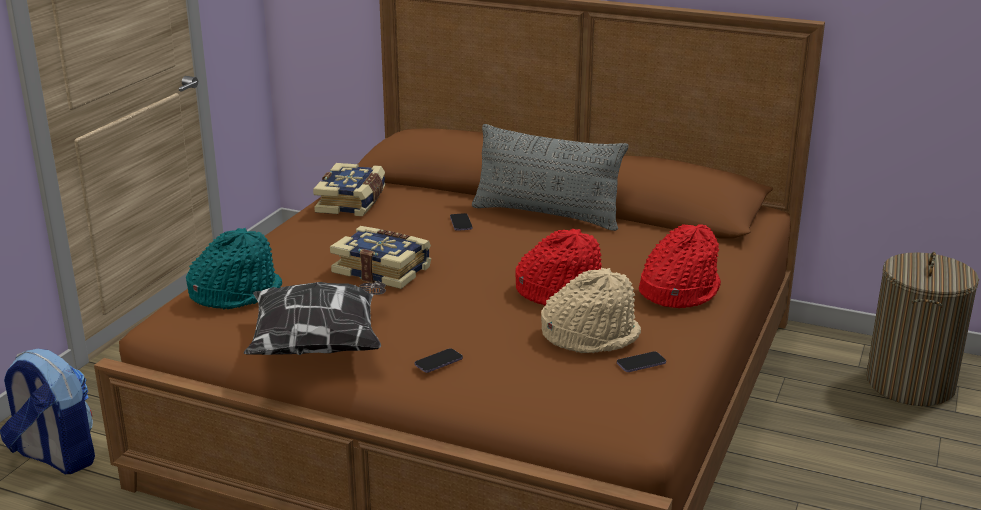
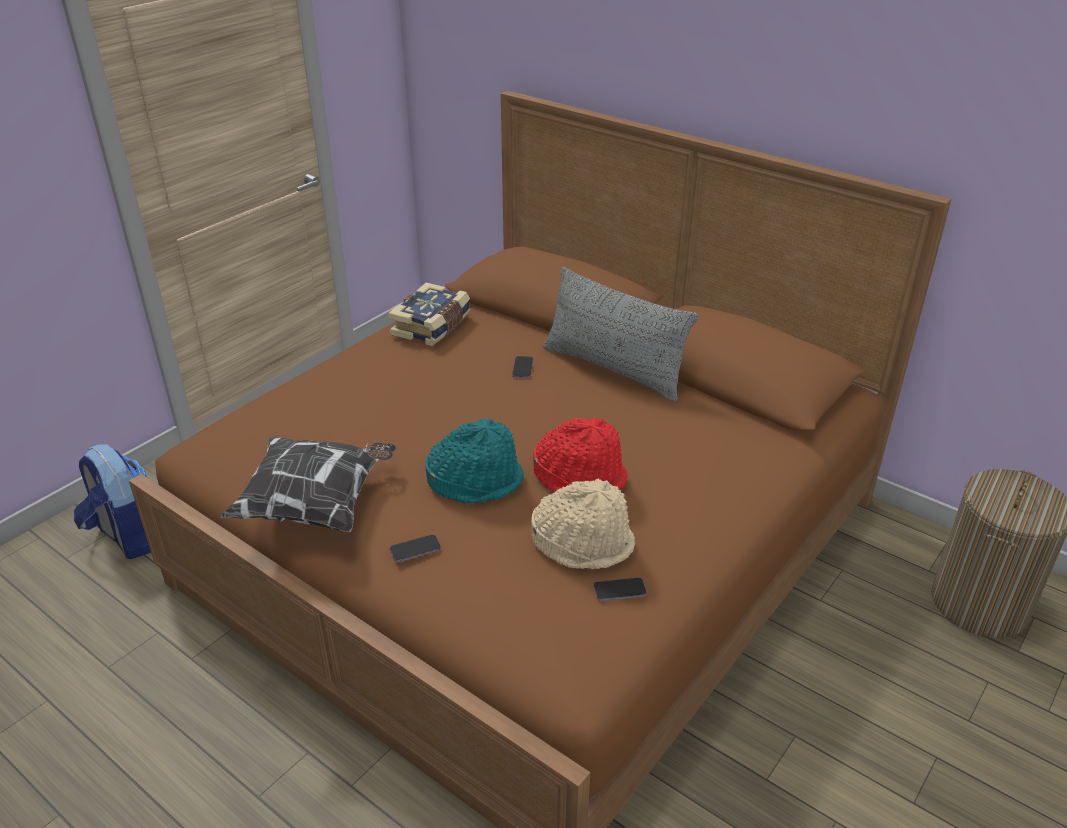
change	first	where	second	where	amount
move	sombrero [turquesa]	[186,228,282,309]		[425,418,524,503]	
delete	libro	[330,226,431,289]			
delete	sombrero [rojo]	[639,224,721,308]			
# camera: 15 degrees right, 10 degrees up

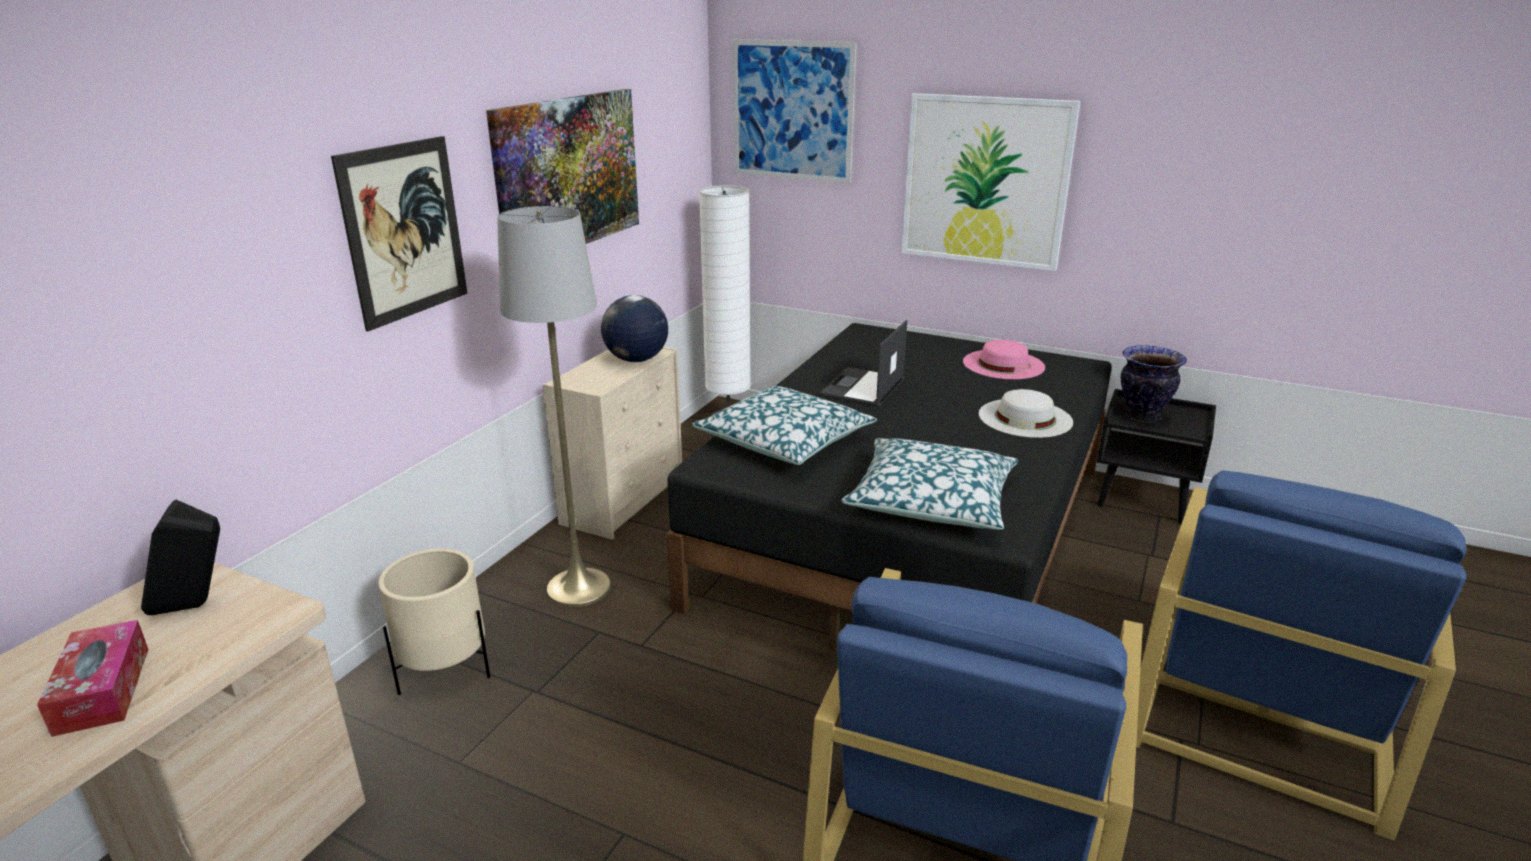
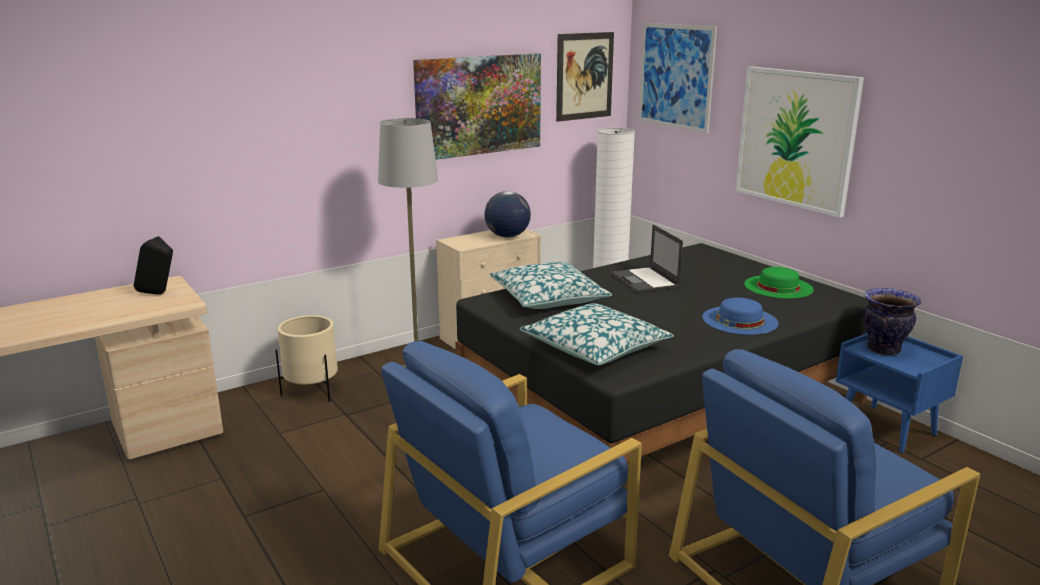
change	first	where	second	where	amount
move	cuadro	[331,136,468,331]		[556,32,614,122]	
rotate	portátil	[819,320,907,407]		[610,225,683,293]	75 degrees counterclockwise
recolor	sombrero [blanco]	[979,389,1073,438]	sombrero [azul]	[702,298,779,335]	
recolor	sombrero [rosa]	[963,340,1045,379]	sombrero [verde]	[744,267,814,299]	
recolor	mesita de noche [negro]	[1097,389,1216,524]	mesita de noche [azul]	[835,333,963,453]	
delete	caja de pañuelos	[37,620,149,737]			
# camera: 30 degrees right, 5 degrees down

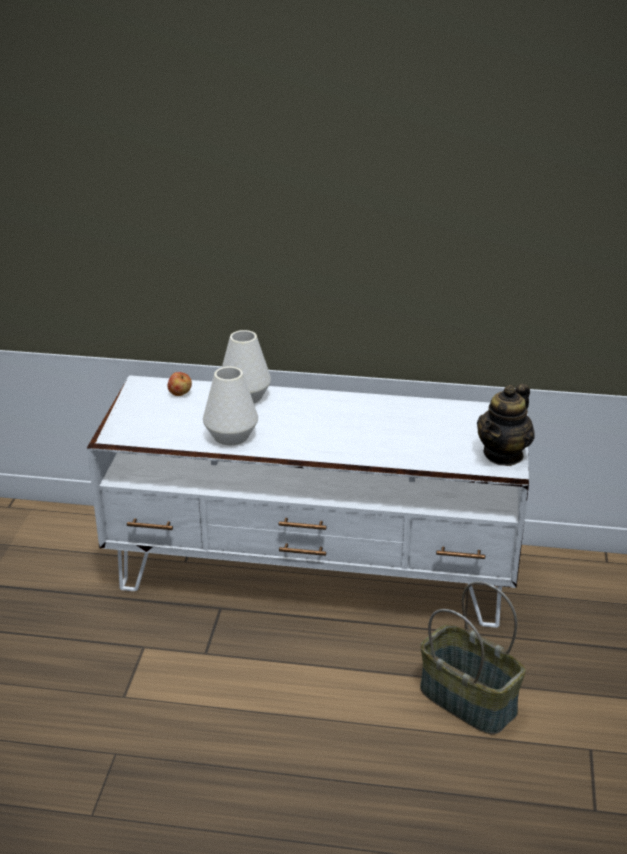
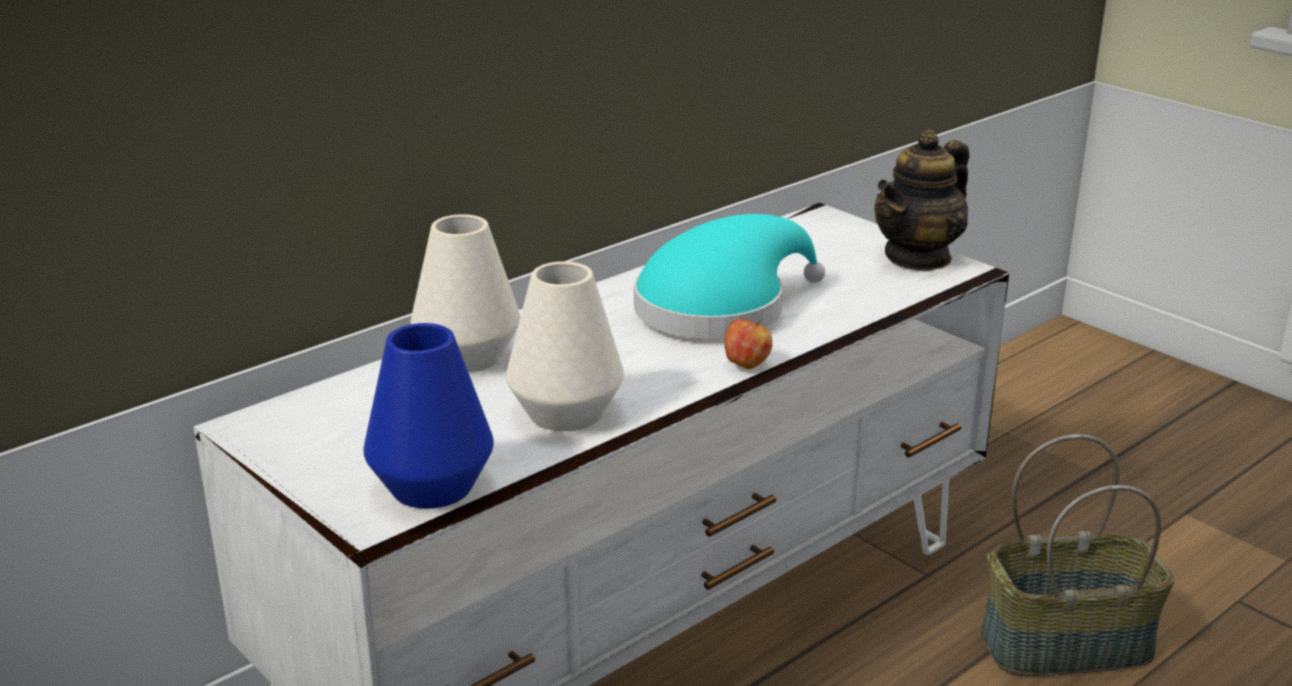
change	first	where	second	where	amount
insert			florero [azul]	[363,323,494,509]	
insert			sombrero [turquesa]	[634,214,825,339]	
move	manzana	[167,372,192,396]		[724,319,773,369]	
rotate	tetera	[477,384,535,466]		[874,129,969,272]	60 degrees clockwise
# camera: 50 degrees left, 5 degrees down

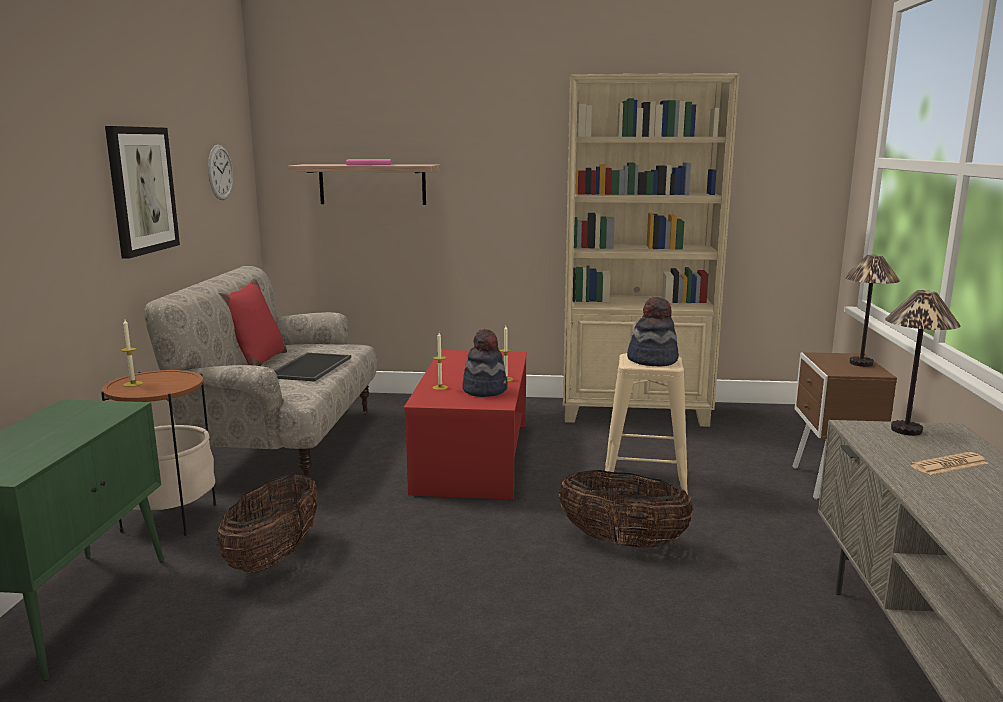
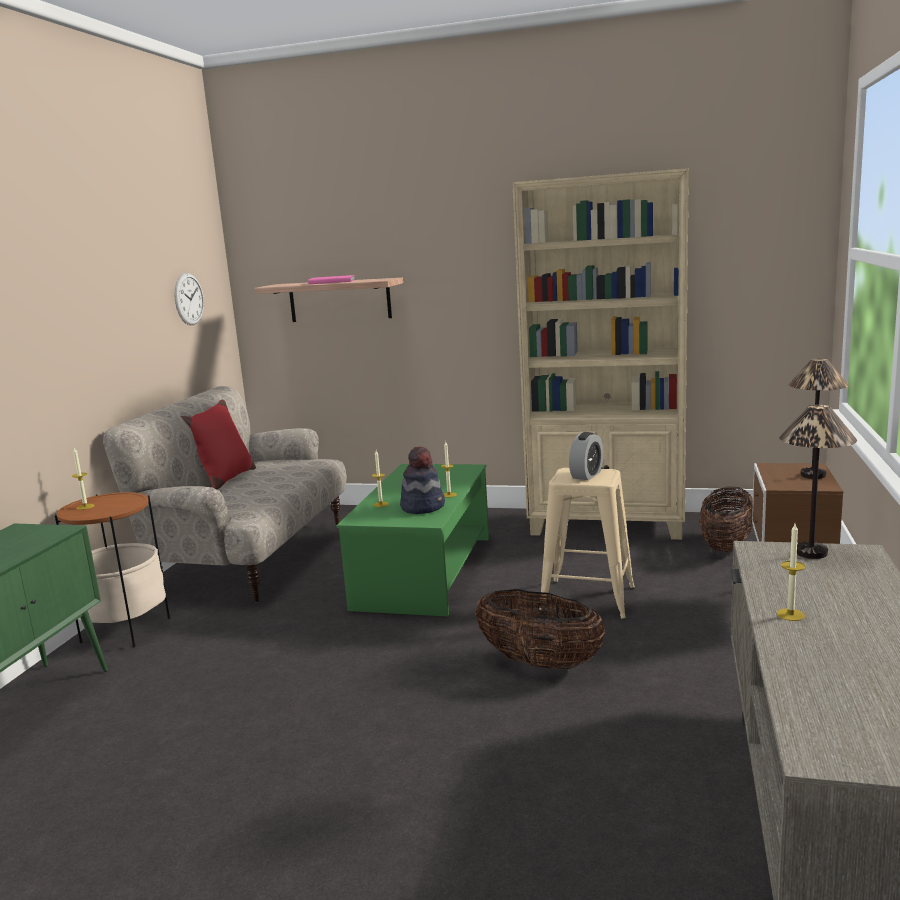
change	first	where	second	where	amount
recolor	mesa de centro [rojo]	[404,350,527,500]	mesa de centro [verde]	[337,464,489,616]	
replace	sombrero	[627,297,679,367]	despertador	[569,432,603,480]	
move	cesta	[217,474,318,573]		[699,487,753,552]	
insert			vela	[777,524,805,621]	
delete	cuadro	[105,126,180,259]			
delete	bandeja	[274,352,351,382]			
delete	periódico	[910,452,988,475]			
# camera: 10 degrees right, 0 degrees up

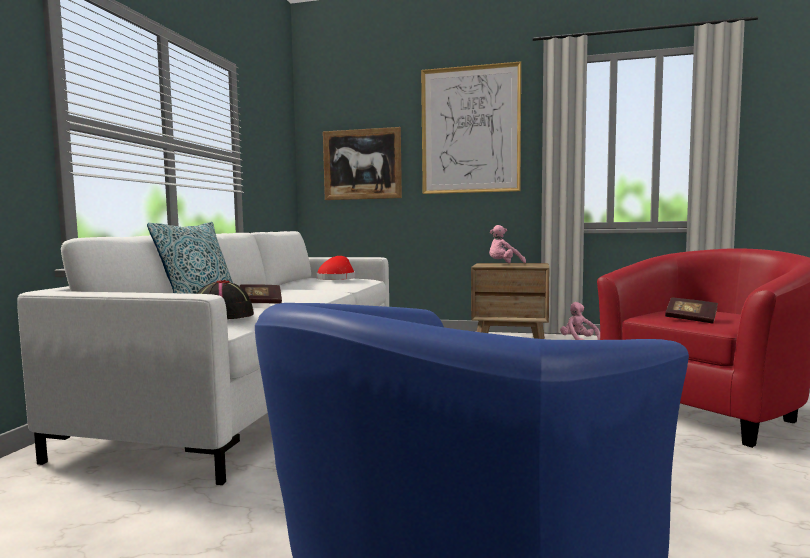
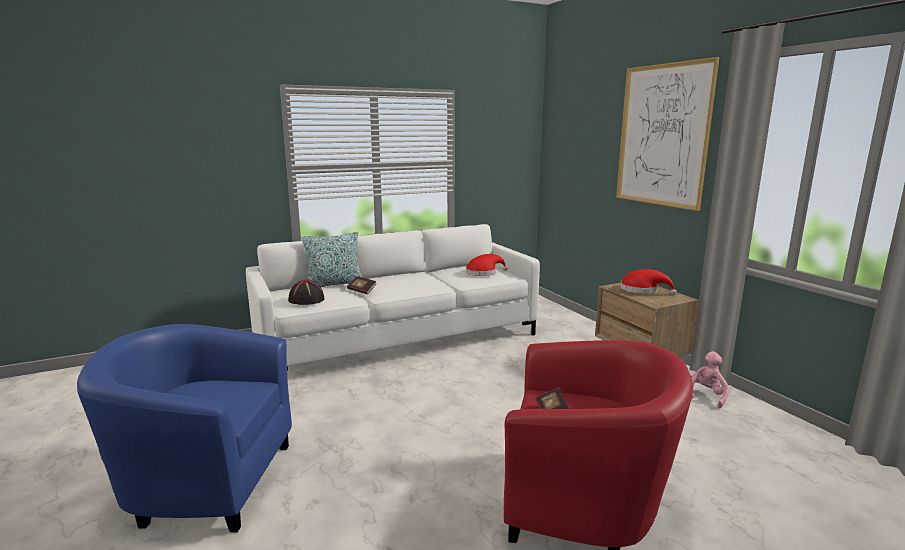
change	first	where	second	where	amount
replace	peluche [rosa]	[489,225,526,263]	sombrero [rojo]	[620,269,677,295]	
delete	cuadro	[323,127,402,200]			
# camera: 50 degrees right, 10 degrees up

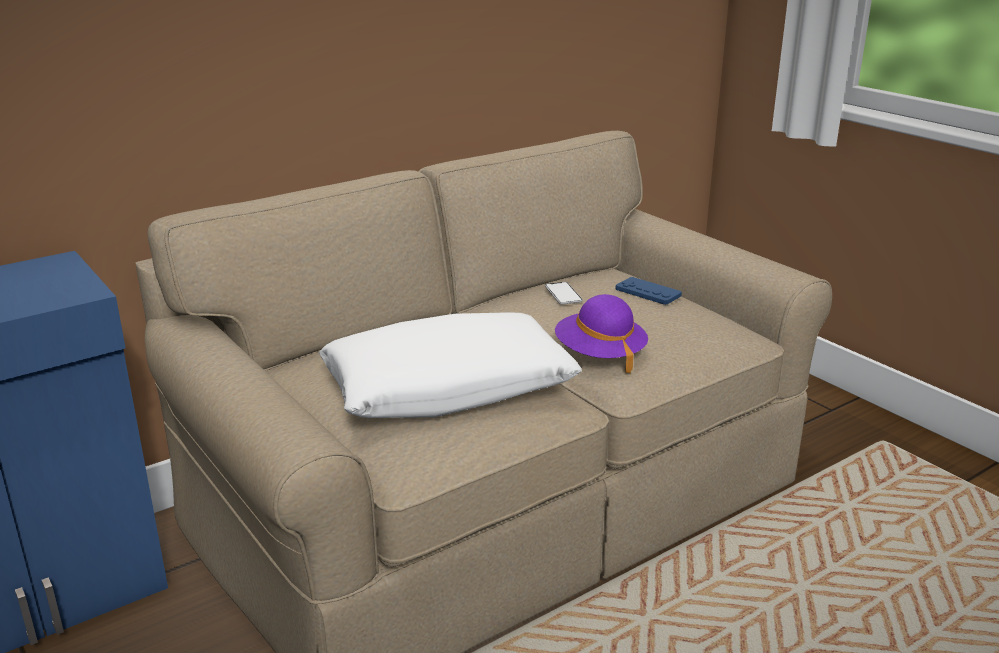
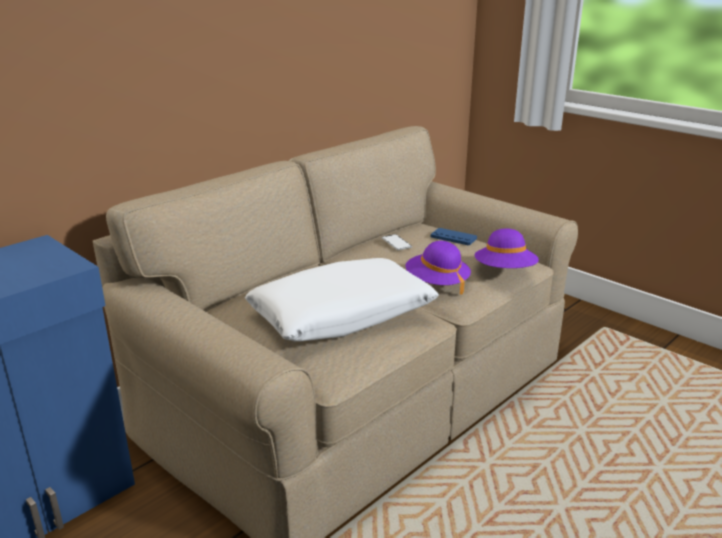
change	first	where	second	where	amount
insert			sombrero [morado]	[475,228,539,268]	
# camera: 10 degrees left, 0 degrees up

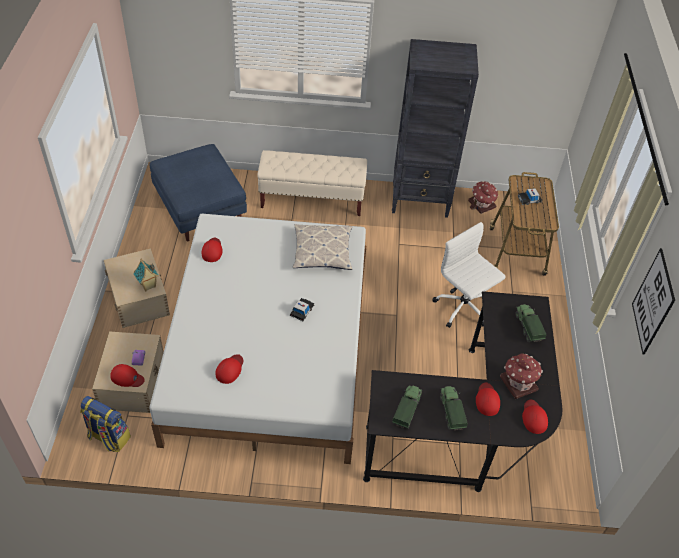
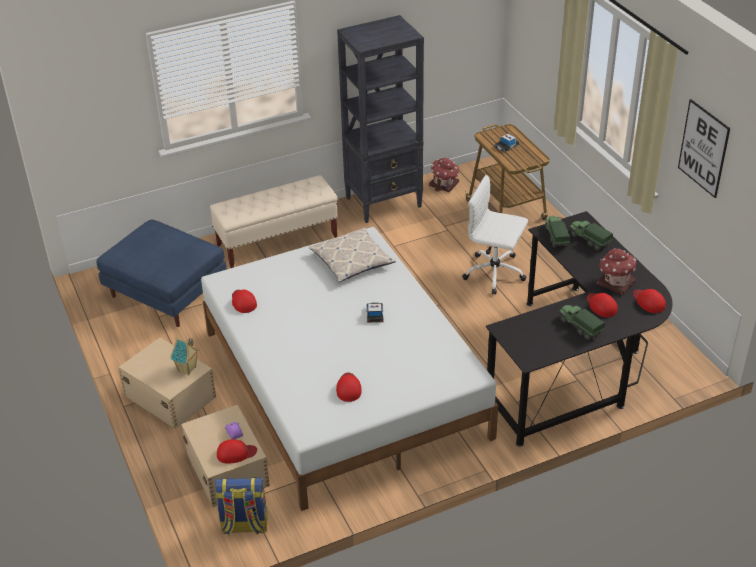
change	first	where	second	where	amount
move	camión de juguete	[392,385,422,429]		[545,216,570,248]	
# camera: 25 degrees left, 10 degrees down

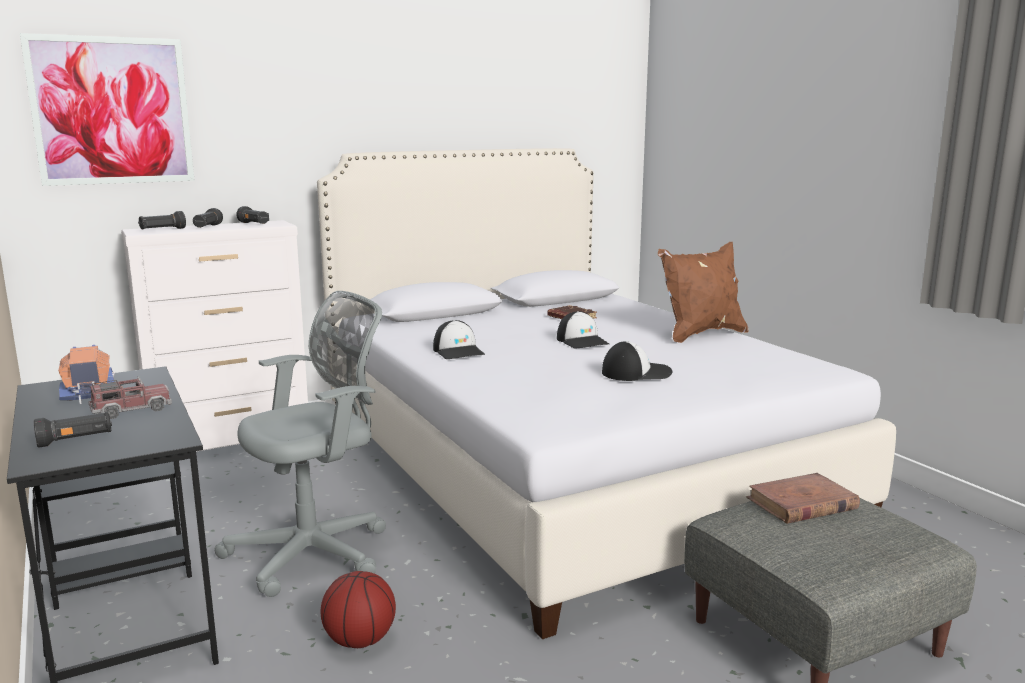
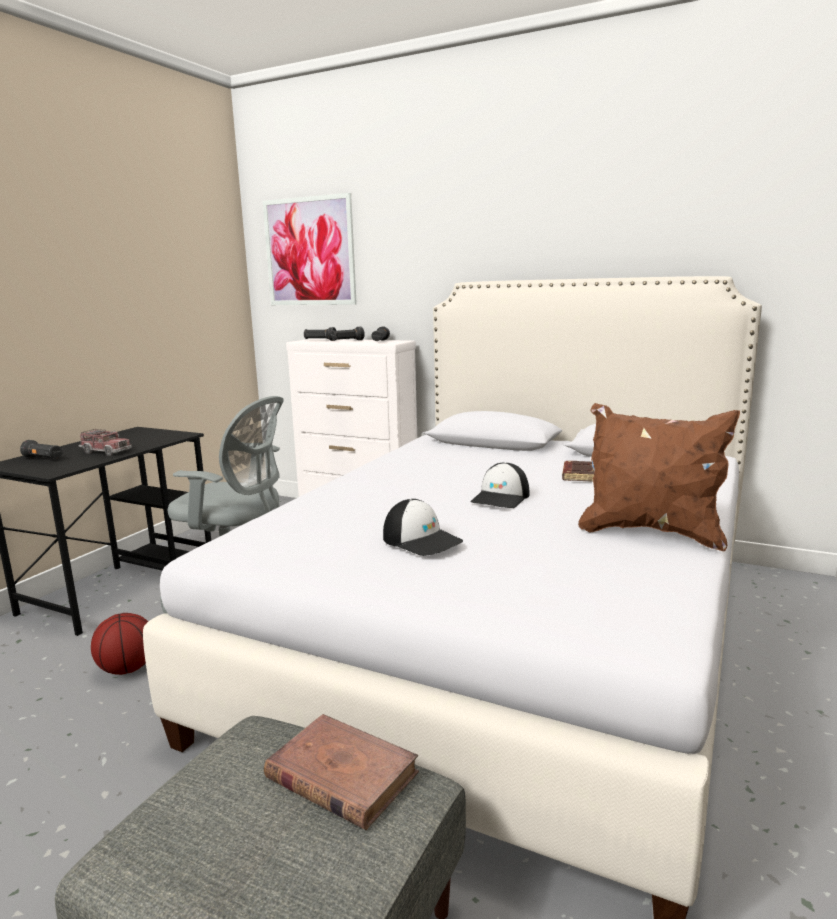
change	first	where	second	where	amount
delete	camión de juguete	[58,345,115,404]			
delete	gorra	[433,320,485,359]			
# camera: 55 degrees right, 0 degrees up

